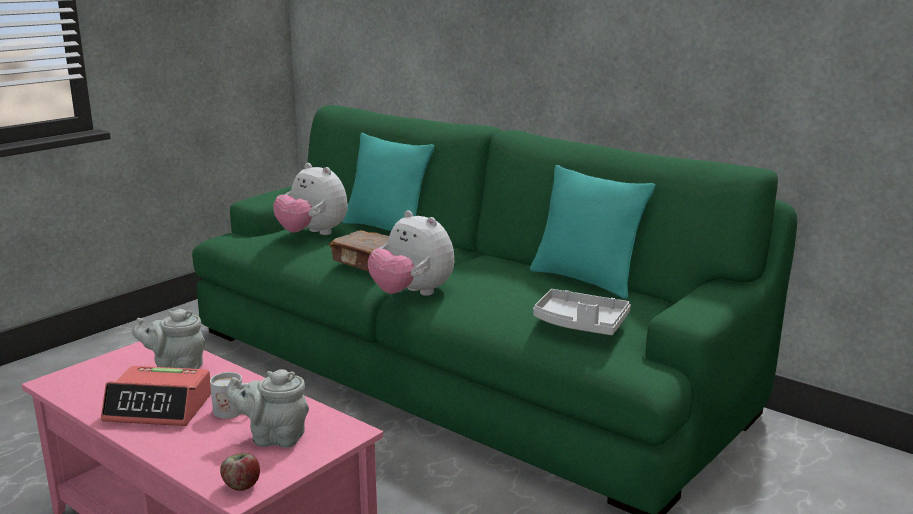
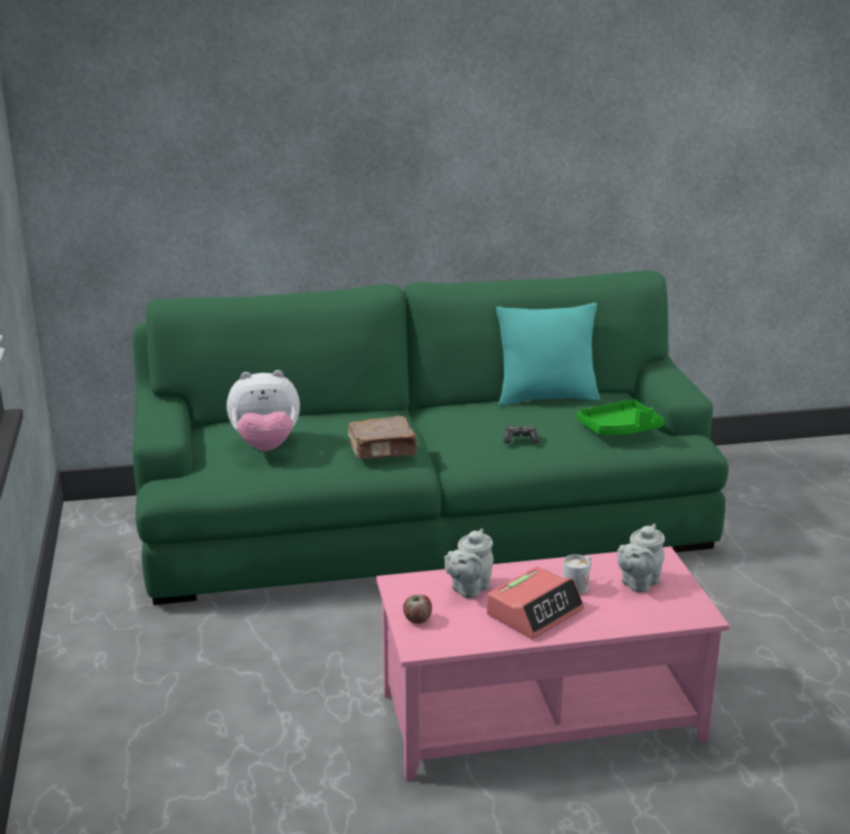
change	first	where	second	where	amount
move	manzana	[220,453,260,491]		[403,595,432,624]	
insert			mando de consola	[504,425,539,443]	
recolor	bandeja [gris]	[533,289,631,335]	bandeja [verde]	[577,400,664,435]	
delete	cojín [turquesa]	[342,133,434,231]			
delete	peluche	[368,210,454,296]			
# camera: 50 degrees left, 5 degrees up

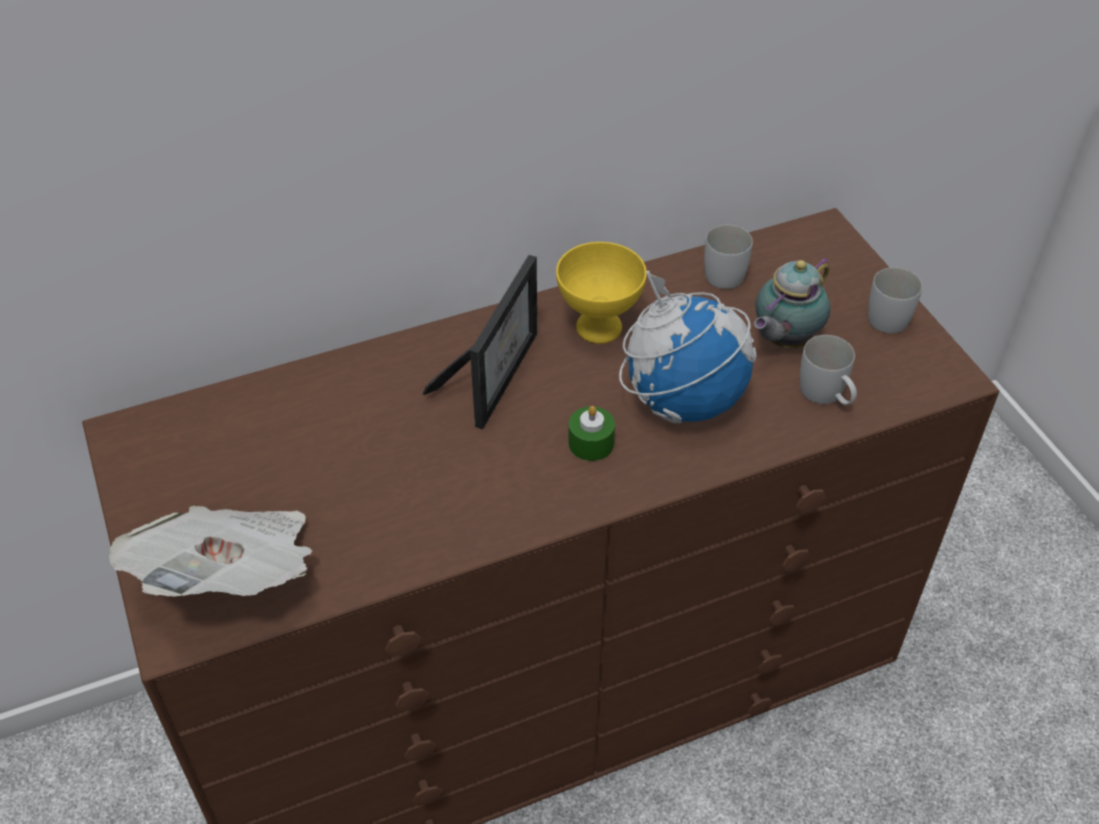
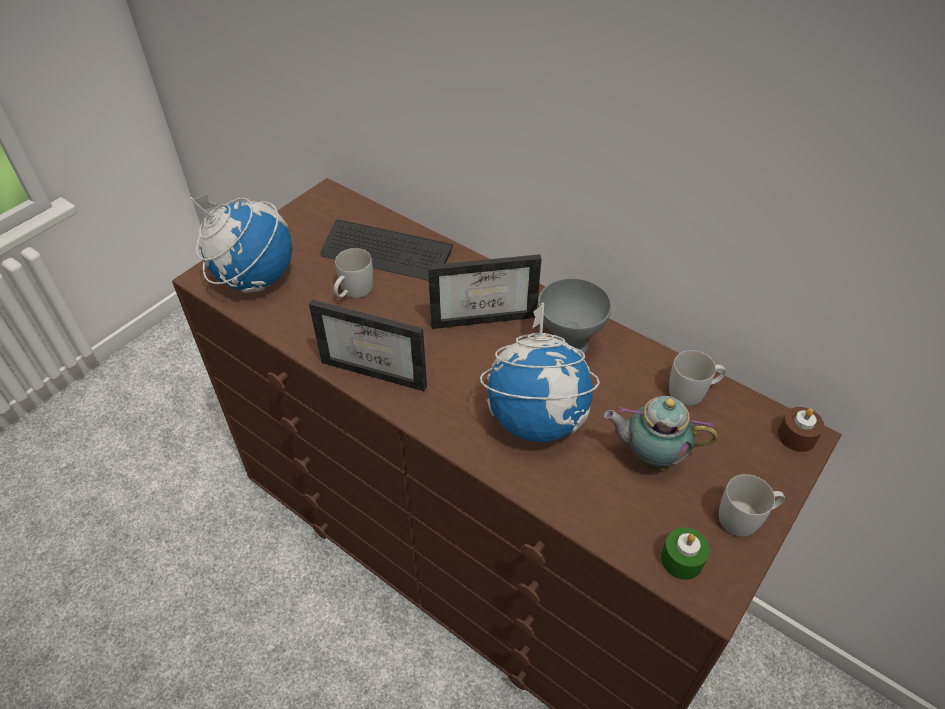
change	first	where	second	where	amount
replace	periódico	[109,506,312,596]	globo terráqueo	[190,195,292,293]	
insert			portarretratos	[309,300,427,392]	
insert			teclado	[320,220,453,281]	
move	taza grande [blanco]	[800,335,857,405]		[334,248,373,298]	
recolor	cuenco [amarillo]	[556,242,647,344]	cuenco [gris]	[538,278,612,356]	
move	vela [verde]	[568,406,615,461]		[661,527,710,580]	
insert			vela [marrón]	[778,407,824,452]	
# camera: 60 degrees right, 0 degrees up

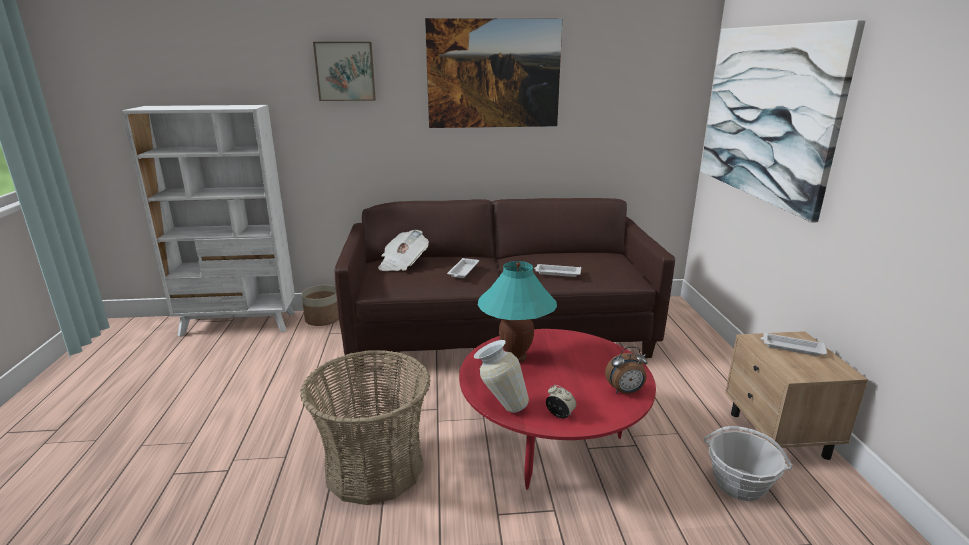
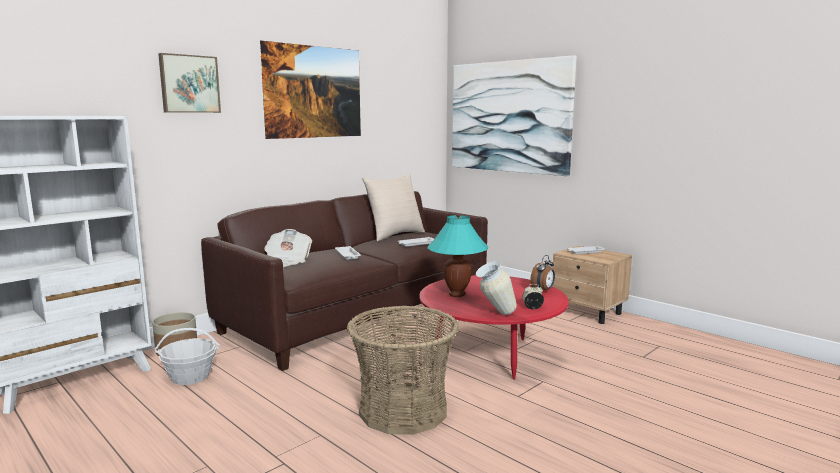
change	first	where	second	where	amount
move	cesta	[704,426,793,501]		[155,328,220,385]	
insert			cojín [beis]	[362,174,425,242]	
# camera: 40 degrees left, 10 degrees down

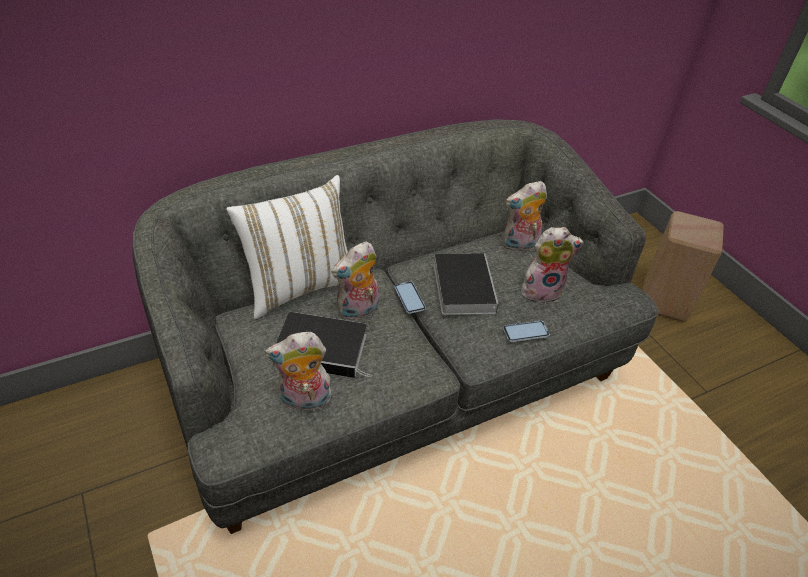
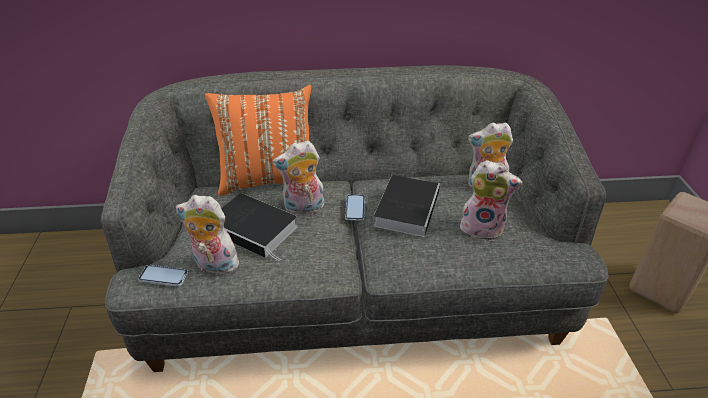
change	first	where	second	where	amount
move	móvil	[503,321,550,342]		[138,265,188,286]	
recolor	cojín [blanco]	[226,175,348,319]	cojín [naranja]	[205,85,311,196]	
# camera: 25 degrees right, 5 degrees down

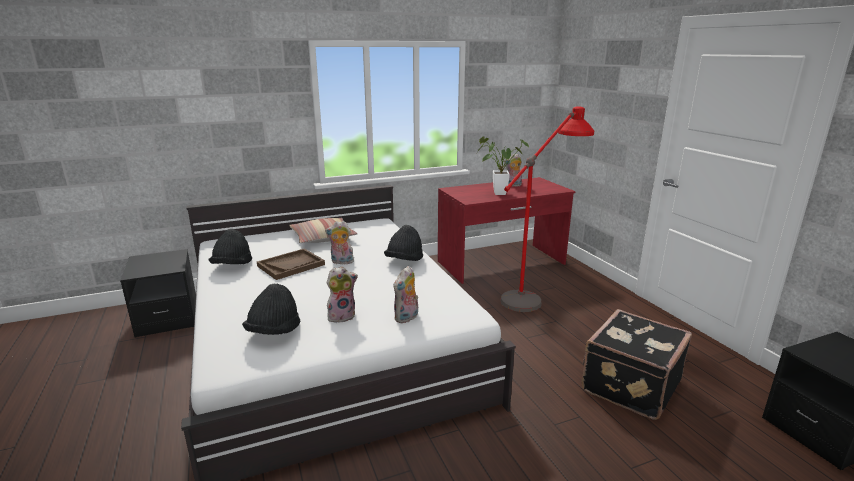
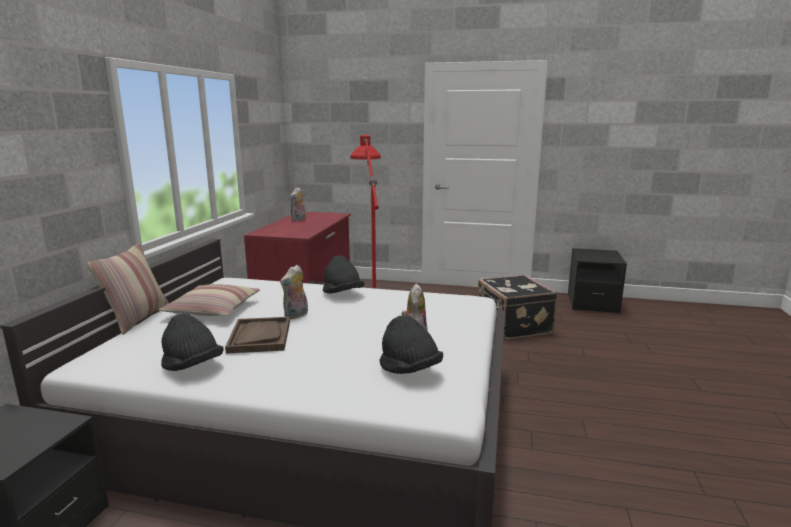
change	first	where	second	where	amount
insert			cojín	[87,243,169,335]	
delete	peluche	[393,266,418,323]			
delete	planta en maceta	[477,136,529,195]			
# camera: 55 degrees left, 5 degrees down

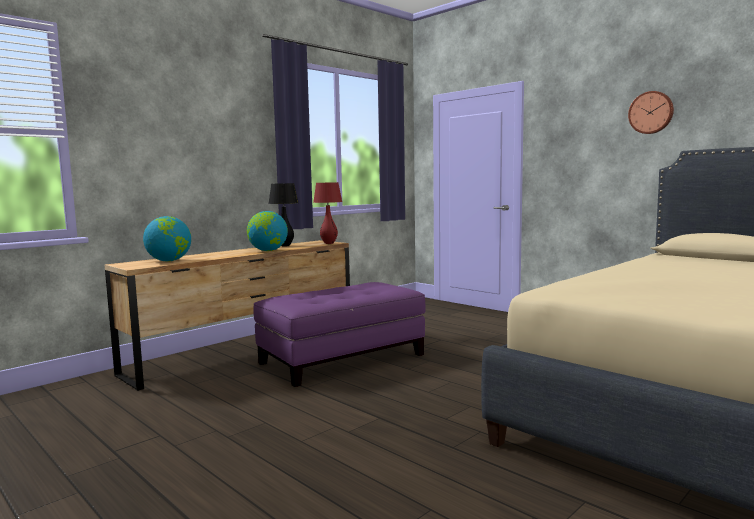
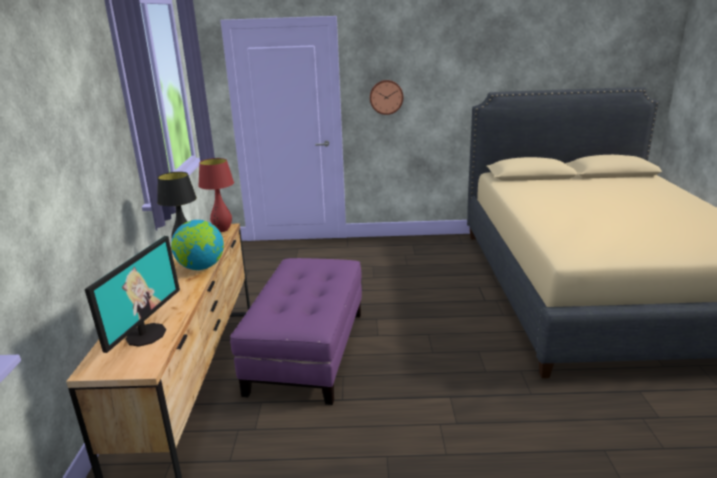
change	first	where	second	where	amount
replace	globo terráqueo	[143,216,191,261]	monitor	[85,236,180,353]	
move	reloj de pared	[628,91,674,134]		[370,80,403,115]	
# camera: 45 degrees left, 15 degrees up

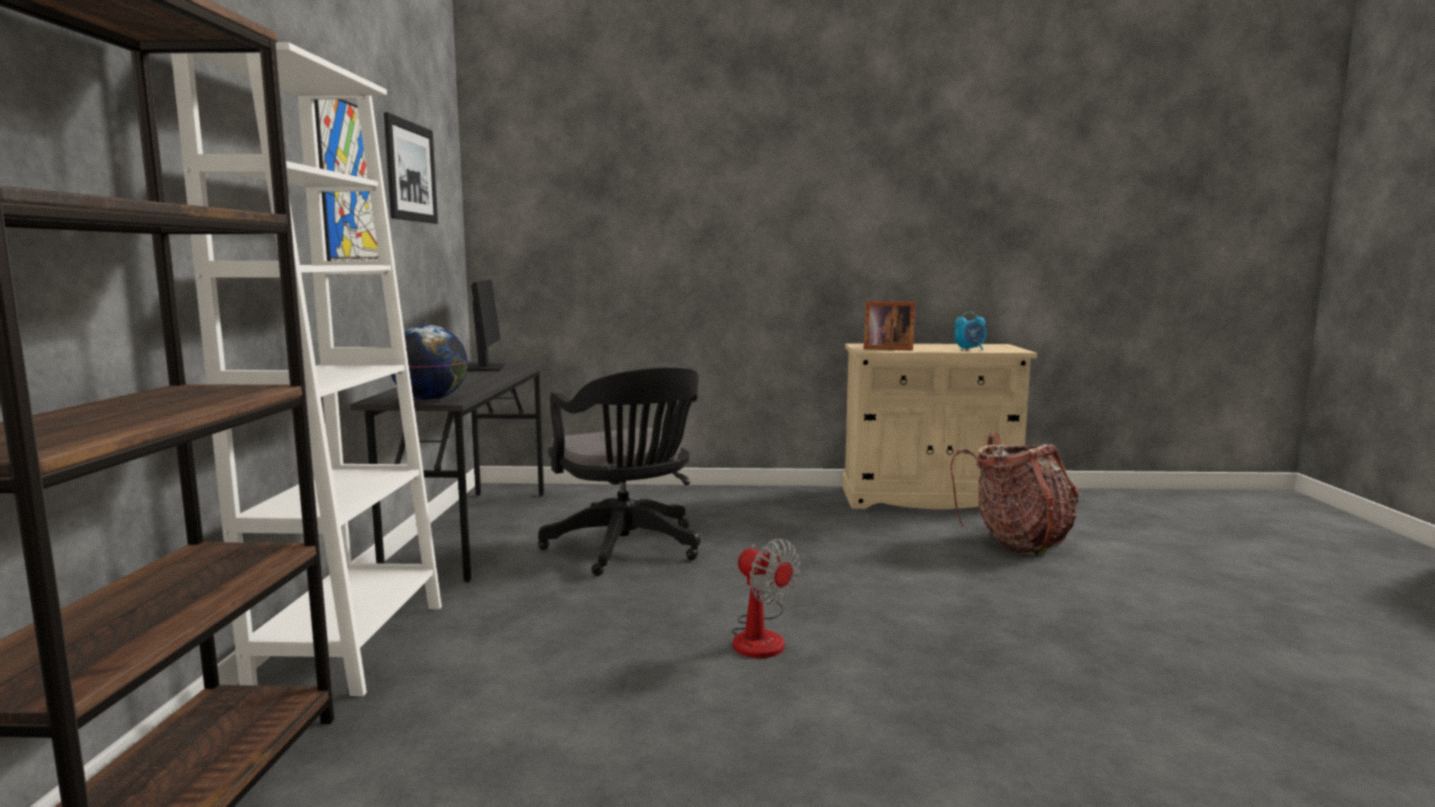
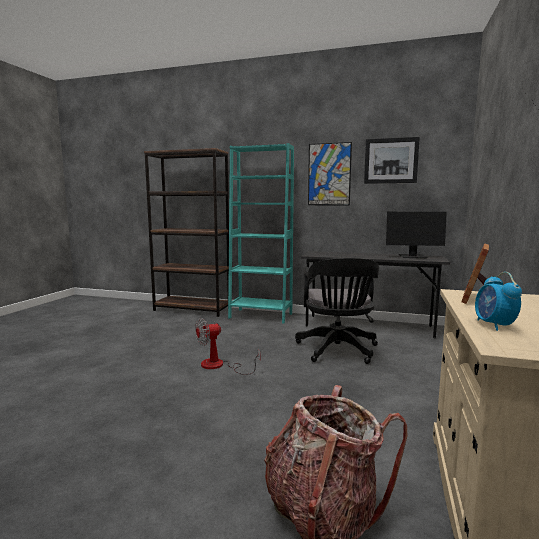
change	first	where	second	where	amount
recolor	estantería [blanco]	[171,42,442,696]	estantería [turquesa]	[228,143,294,324]	
rotate	silla de oficina [negro]	[538,367,700,576]		[295,258,379,364]	75 degrees counterclockwise
delete	globo terráqueo	[391,325,468,400]			
# camera: 105 degrees right, 0 degrees up

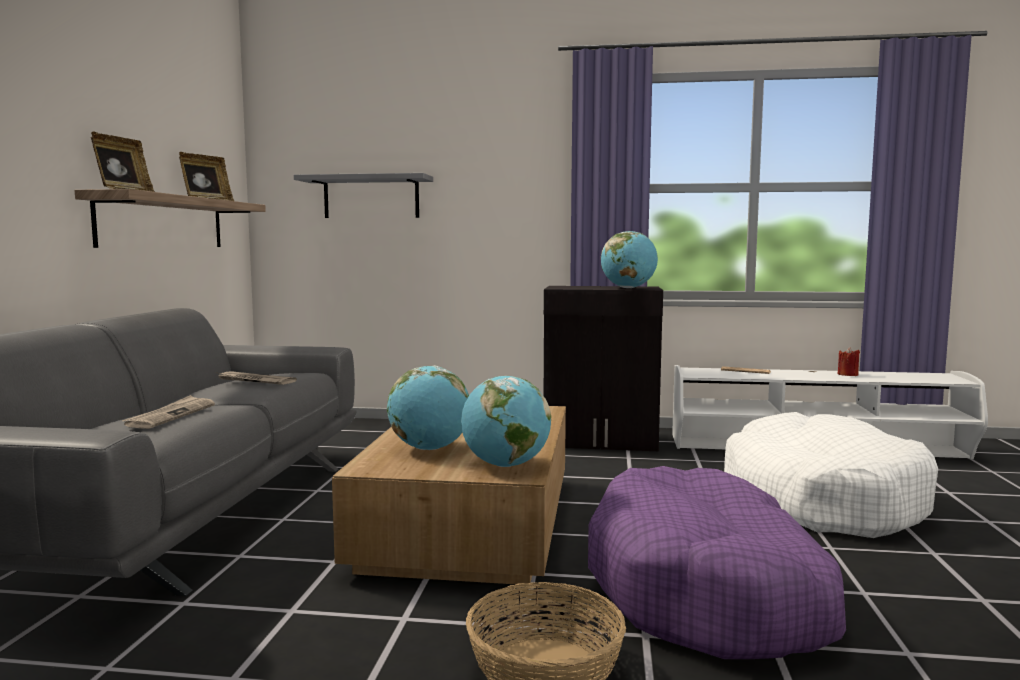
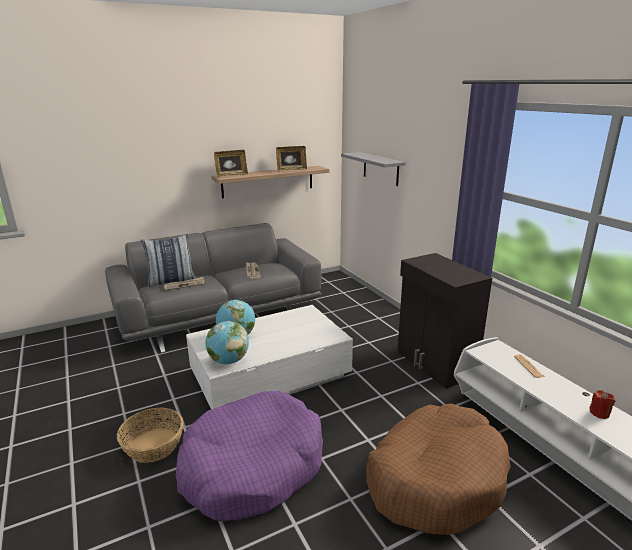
change	first	where	second	where	amount
insert			cojín	[141,234,196,287]	
recolor	mesa de centro [marrón]	[332,406,566,584]	mesa de centro [blanco]	[186,305,353,409]	
recolor	cama para perro [blanco]	[724,412,938,538]	cama para perro [marrón]	[366,404,510,535]	
delete	globo terráqueo	[601,231,658,288]			
# camera: 55 degrees right, 15 degrees up

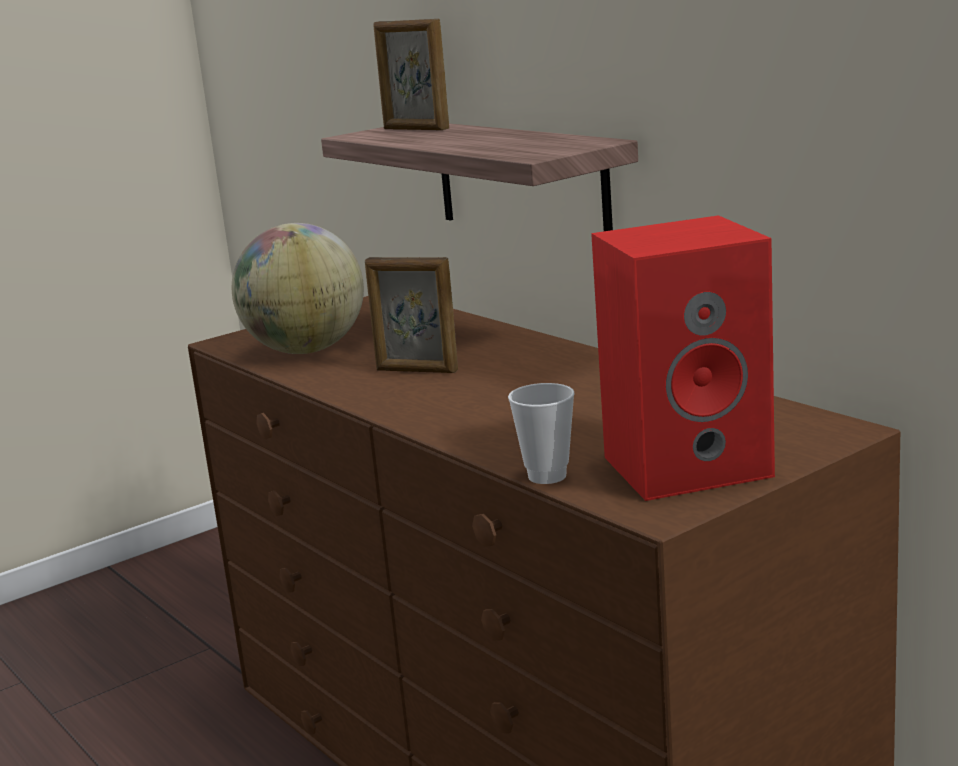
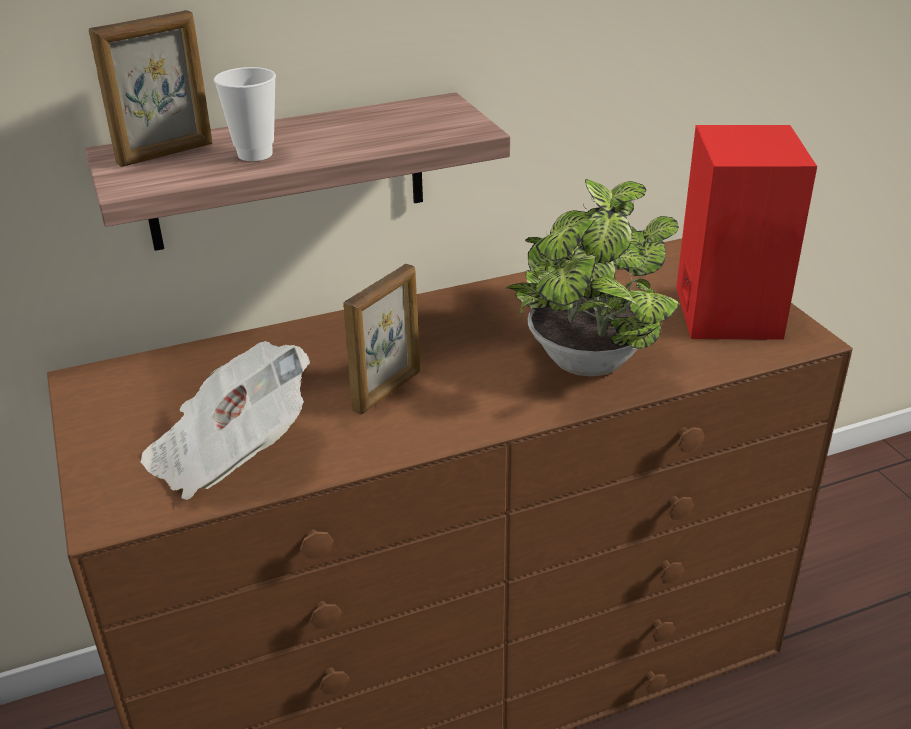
change	first	where	second	where	amount
replace	globo terráqueo	[232,223,364,354]	periódico	[140,341,310,500]	
move	taza	[508,383,575,484]		[214,67,276,161]	
insert			planta en maceta	[506,179,679,376]	
# camera: 75 degrees left, 15 degrees up

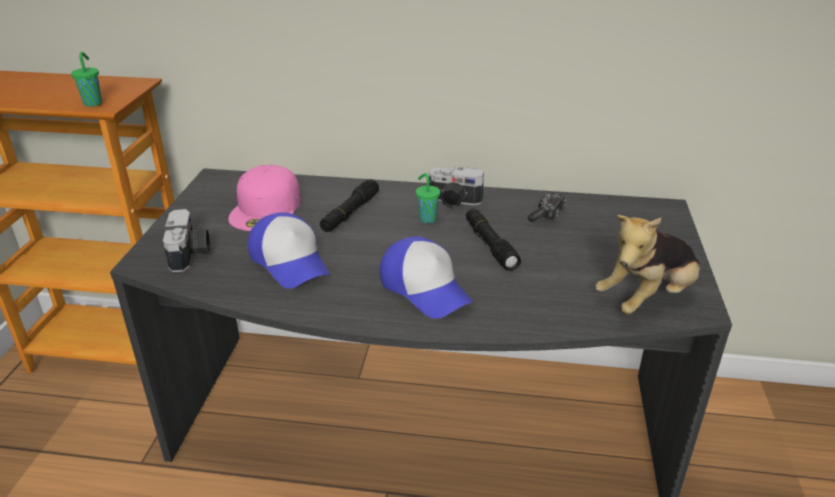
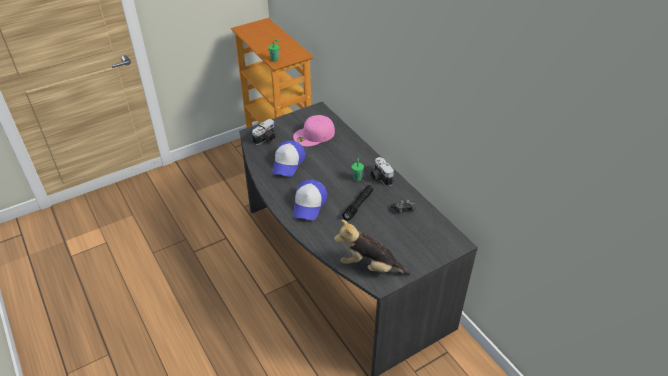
change	first	where	second	where	amount
delete	linterna [negro]	[320,179,379,232]			
# camera: 50 degrees right, 10 degrees up

